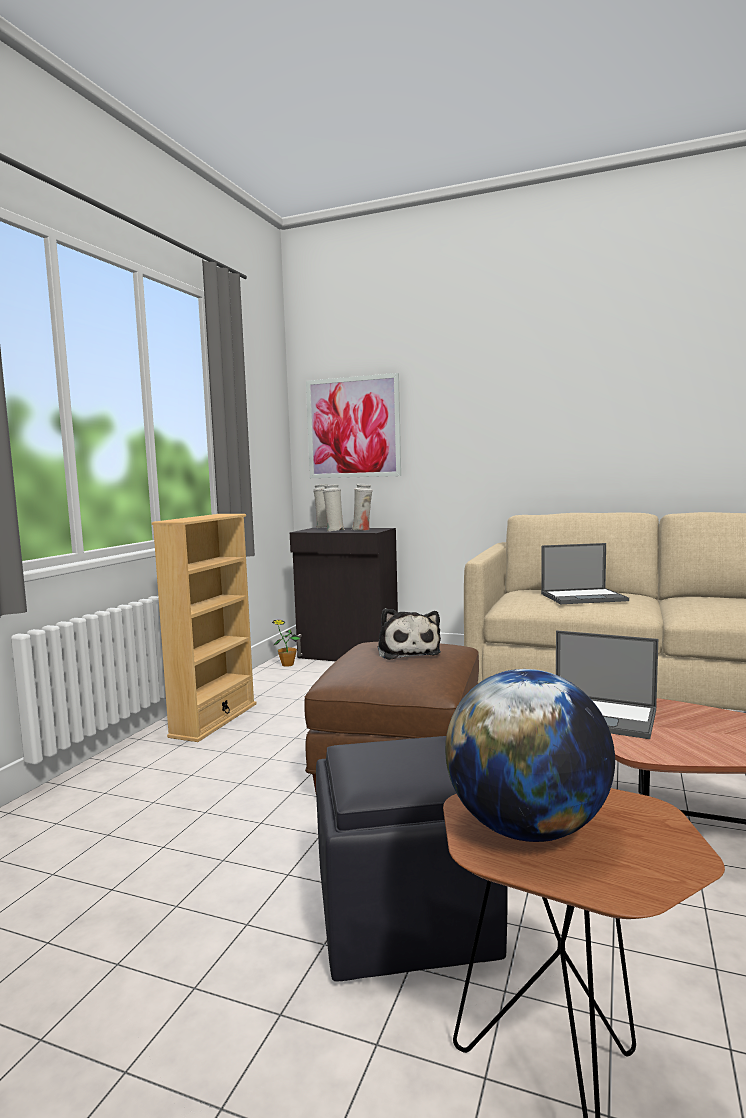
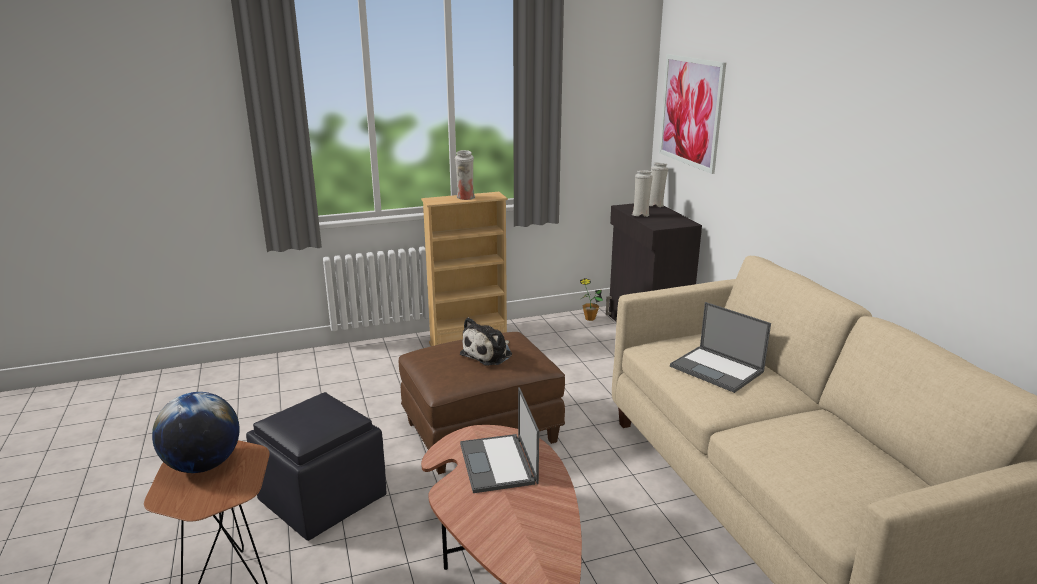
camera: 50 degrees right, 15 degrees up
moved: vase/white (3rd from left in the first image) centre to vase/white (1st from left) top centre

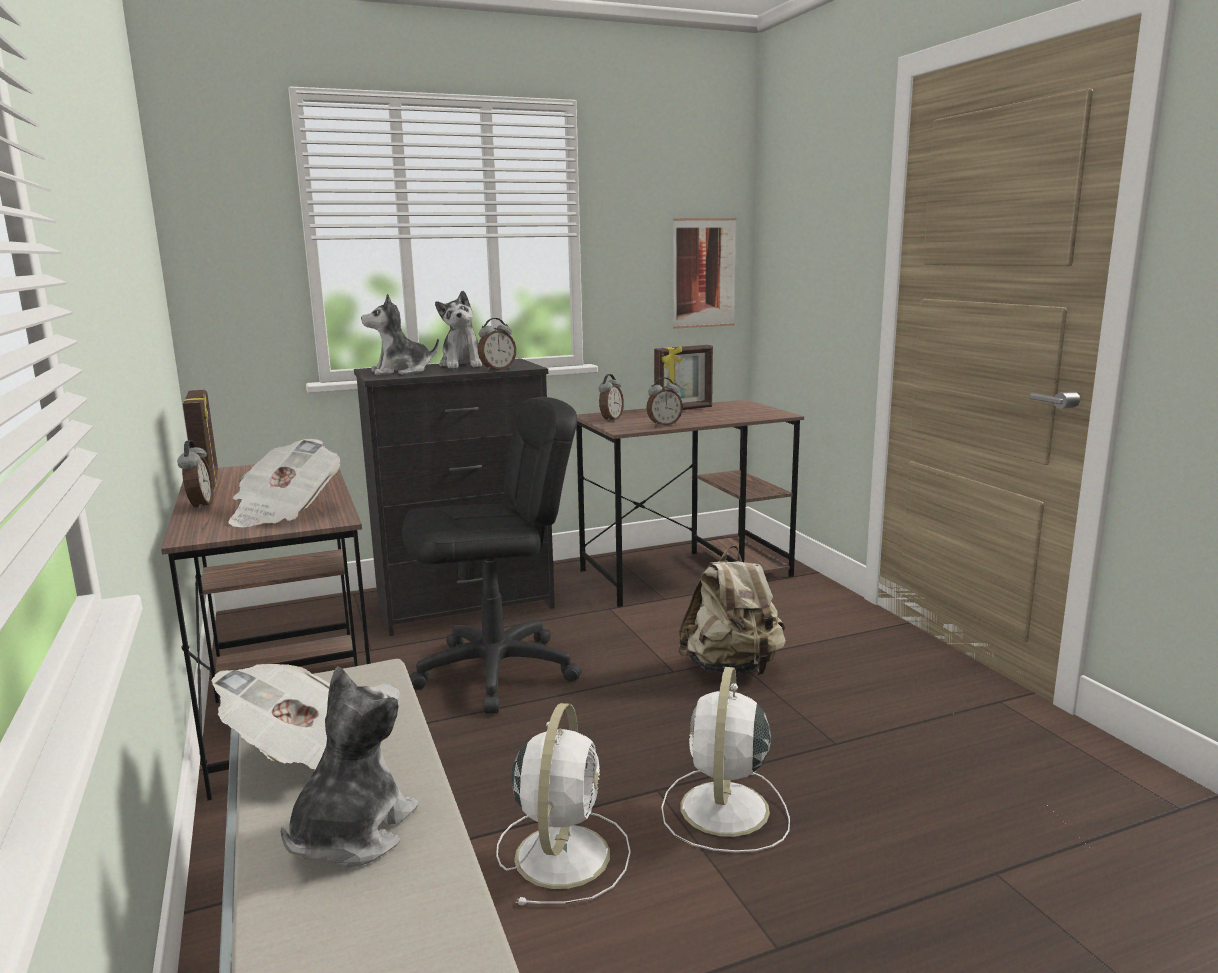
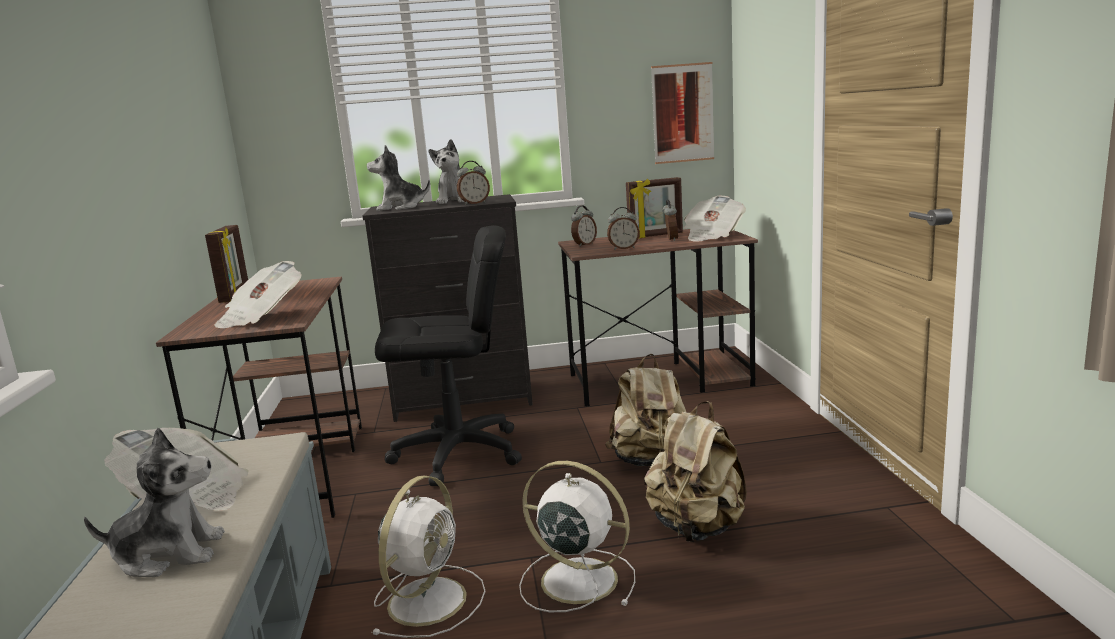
camera: 15 degrees right, 0 degrees up
added: backpack/beige (2nd from left) bottom centre; newspaper (3rd from left) centre
moved: alarm clock (1st from left in the first image) middle left to alarm clock (4th from left) centre
turned: plush toy (1st from left) bottom left = bottom left 45 degrees clockwise; fan/white (2nd from left) bottom centre = bottom centre 90 degrees clockwise

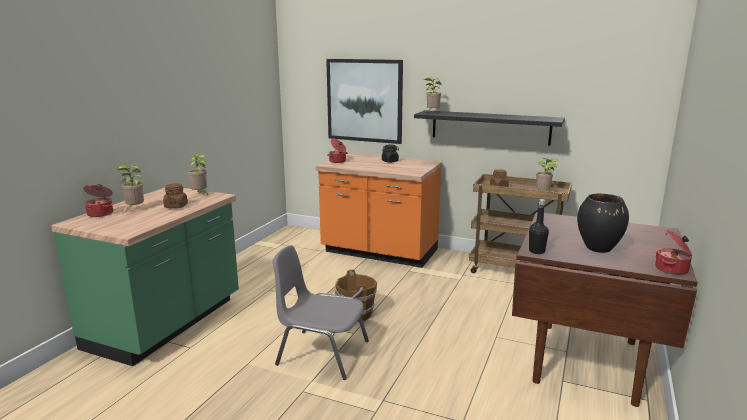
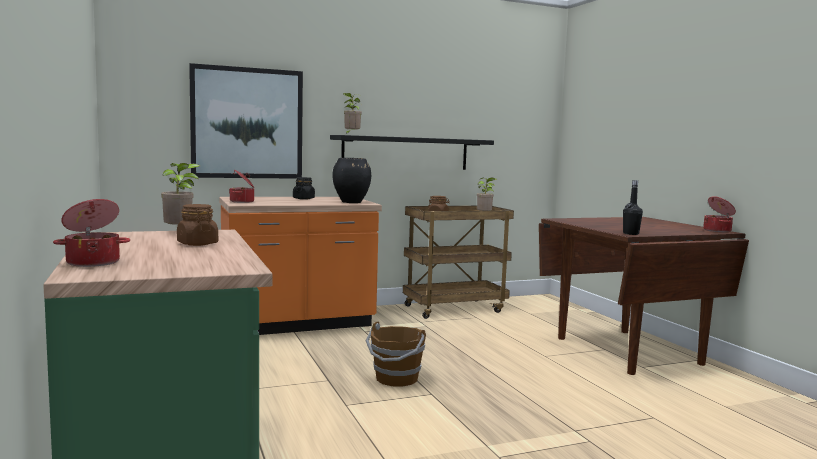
camera: 45 degrees left, 10 degrees down
removed: potted plant (1st from left) middle left; chair/grey bottom centre
moved: vase/black middle right to centre

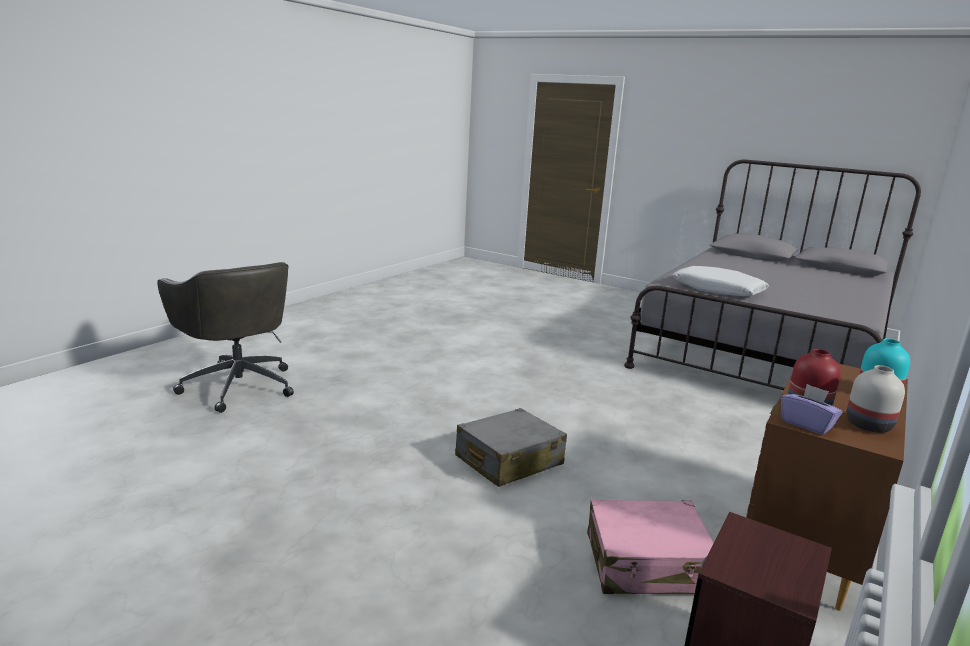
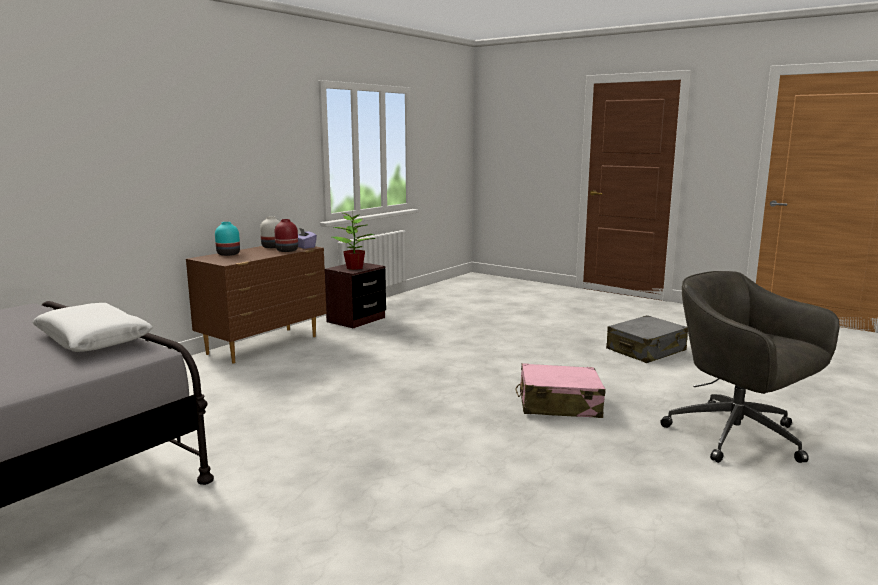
camera: 175 degrees left, 5 degrees down
added: potted plant centre
moved: suitcase/pink bottom right to bottom centre; suitcase/grey bottom centre to middle right

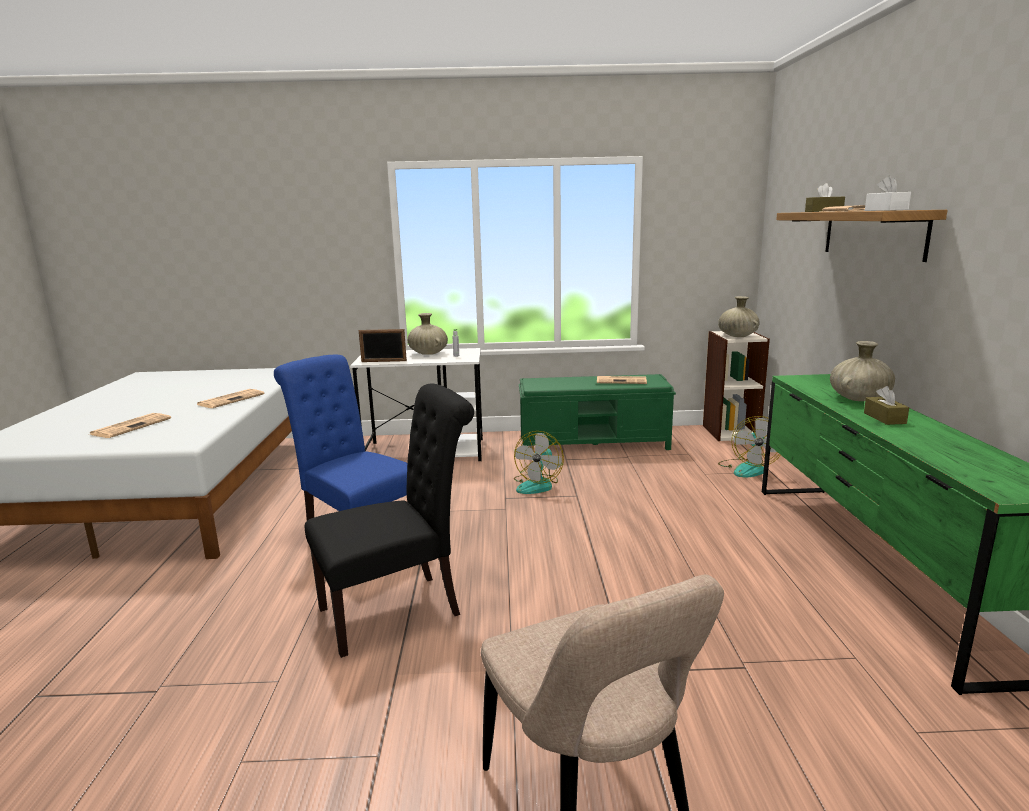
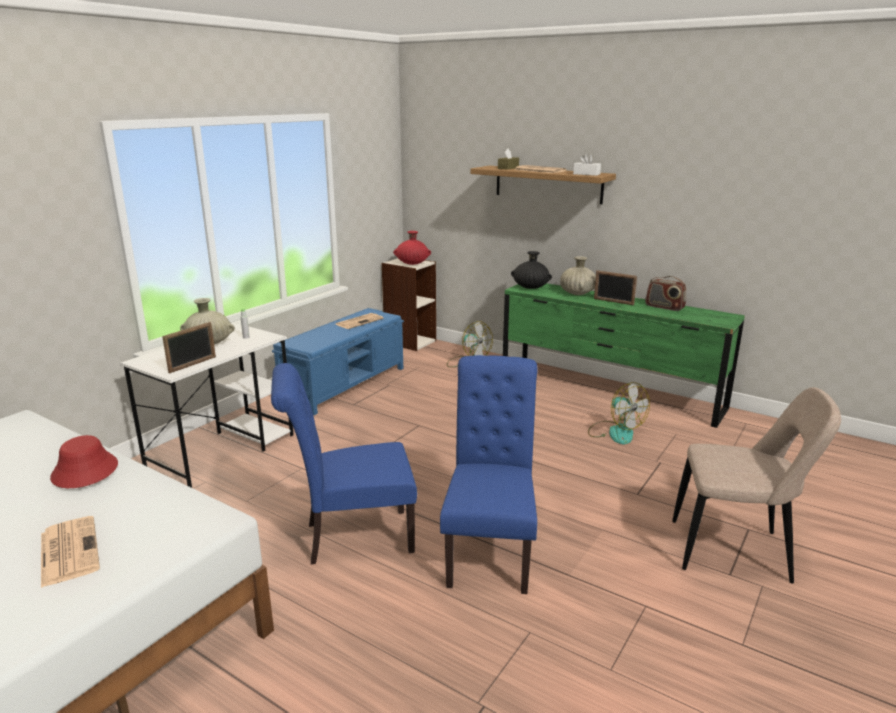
camera: 55 degrees left, 5 degrees up
added: vase/black centre; radio middle right
moved: fan (1st from left in the first image) centre to fan (2nd from left) middle right
replaced: newspaper (2nd from left) middle left to hat/red middle left; tissue box/brown (2nd from left) middle right to picture frame (2nd from left) middle right
recoloured: bench/green centre to bench/blue centre; vase/beige (2nd from left) middle right to vase/red centre; chair/black centre to chair/blue (2nd from left) centre

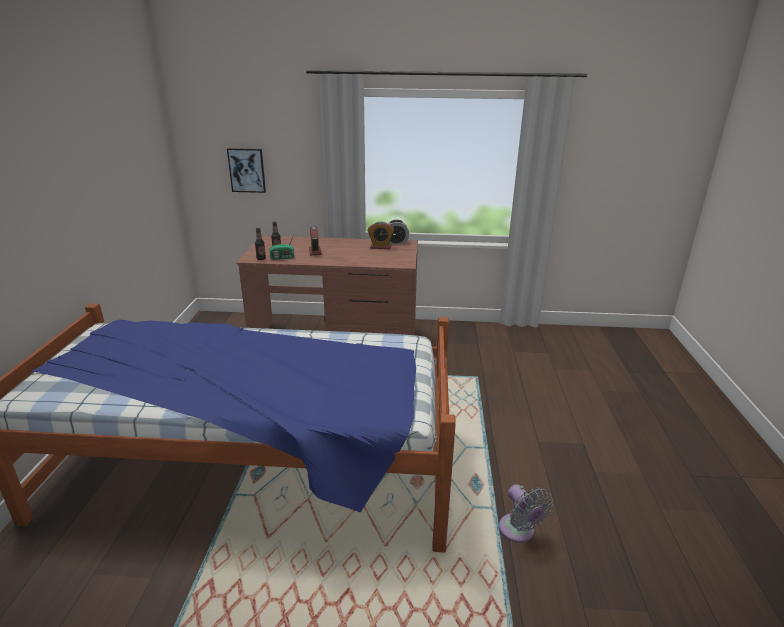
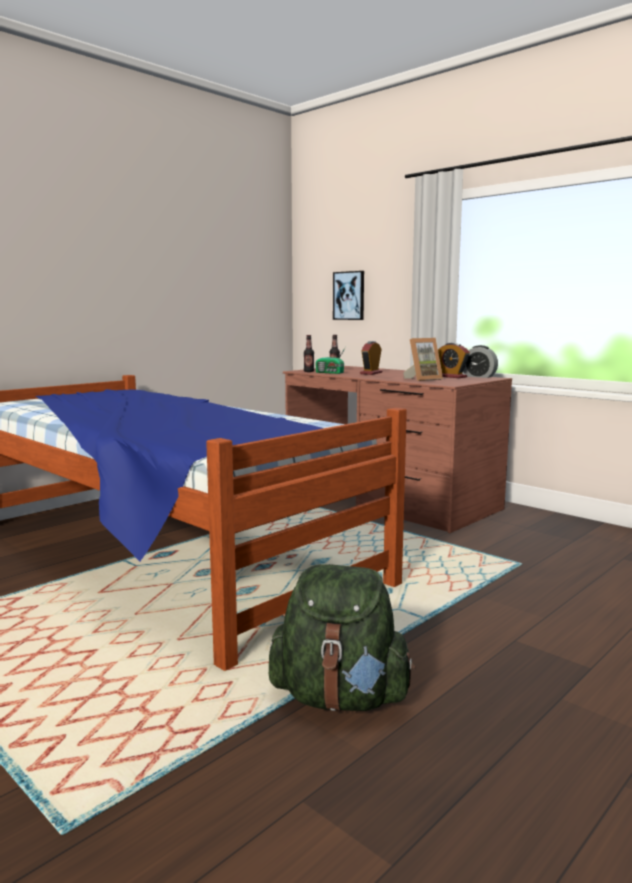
camera: 40 degrees right, 15 degrees down
added: picture frame middle right
replaced: fan/grey bottom right to backpack/green bottom centre

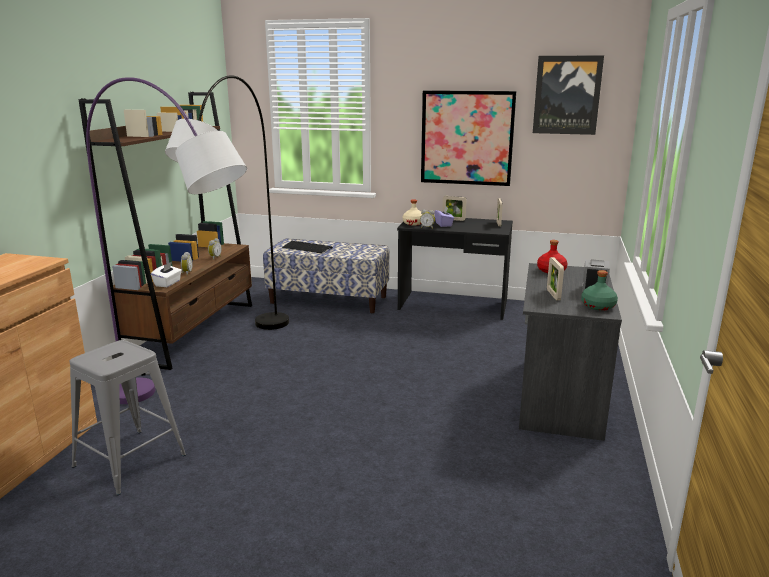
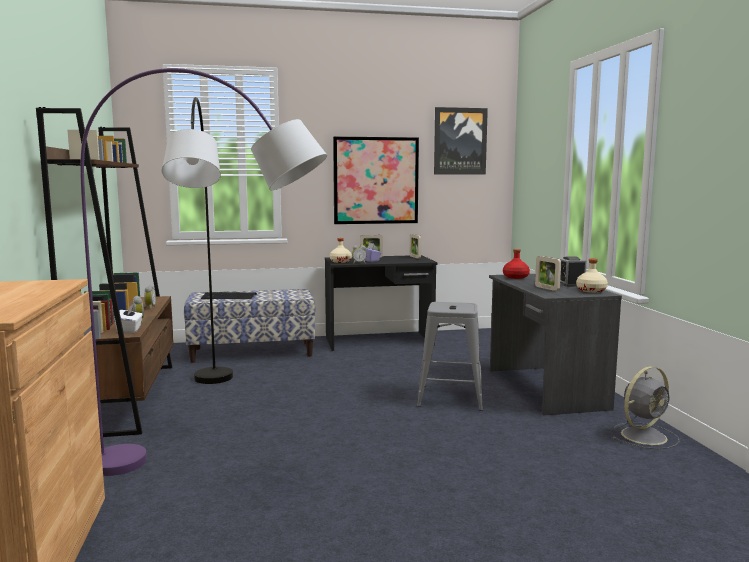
camera: 25 degrees left, 10 degrees down
added: fan/grey bottom right
moved: stool/grey bottom left to centre
recoloured: bottle/green middle right to bottle/beige (2nd from left) middle right

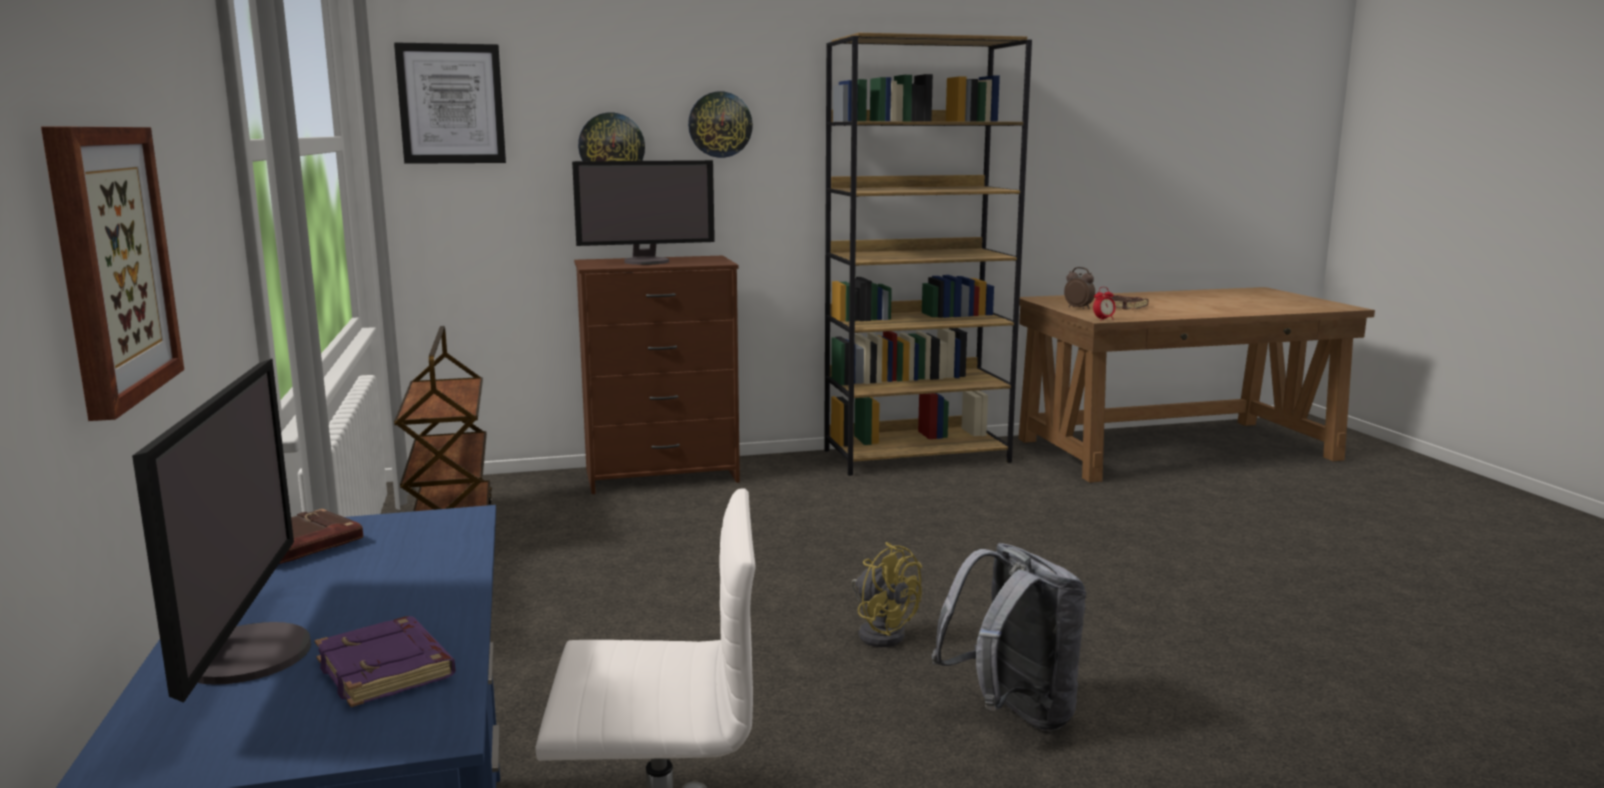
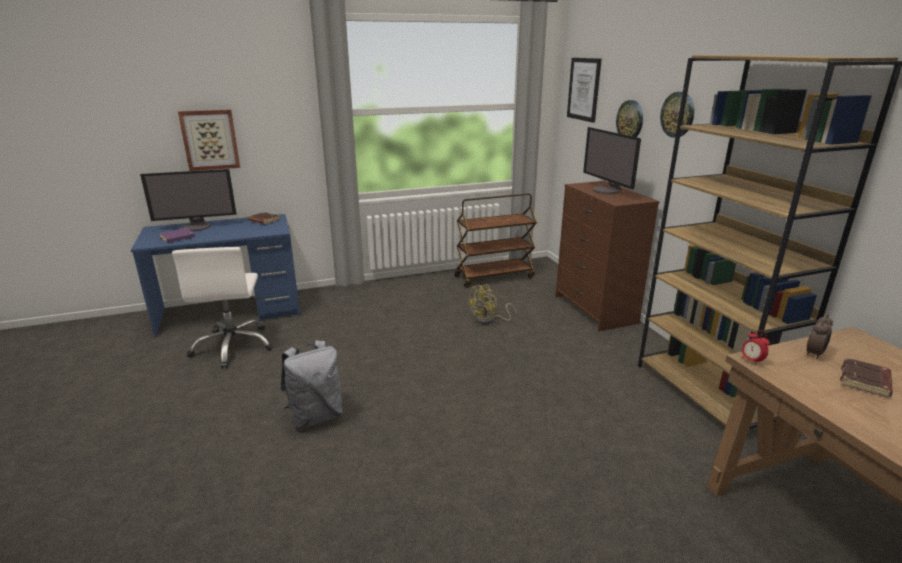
camera: 85 degrees right, 10 degrees up
moved: fan/yellow bottom centre to centre

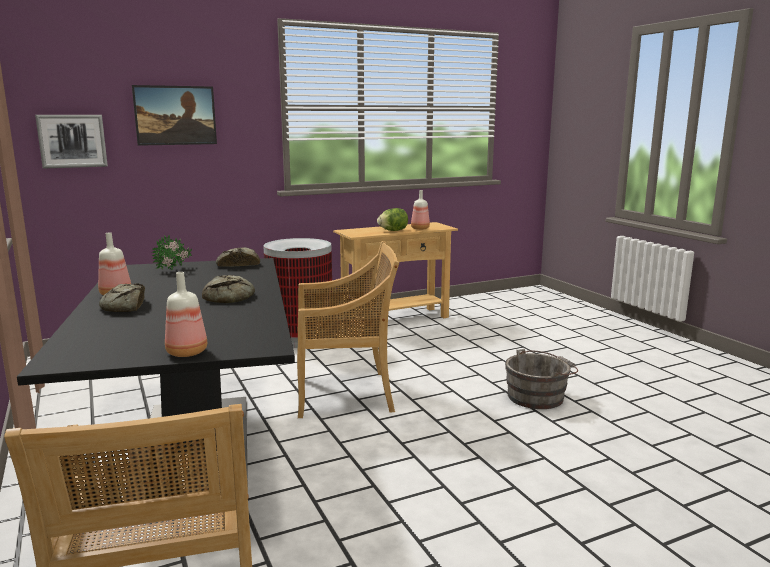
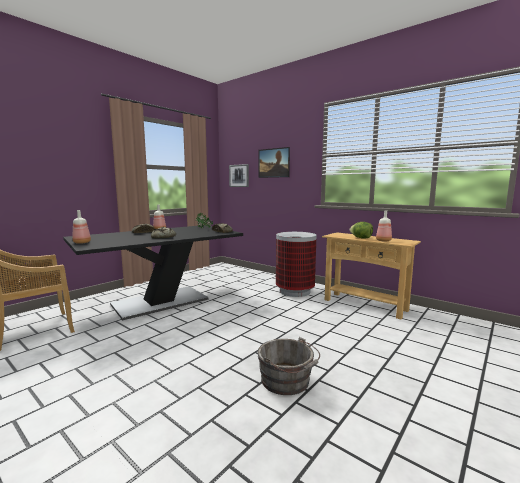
camera: 65 degrees right, 5 degrees down
removed: chair/beige (2nd from left) centre

